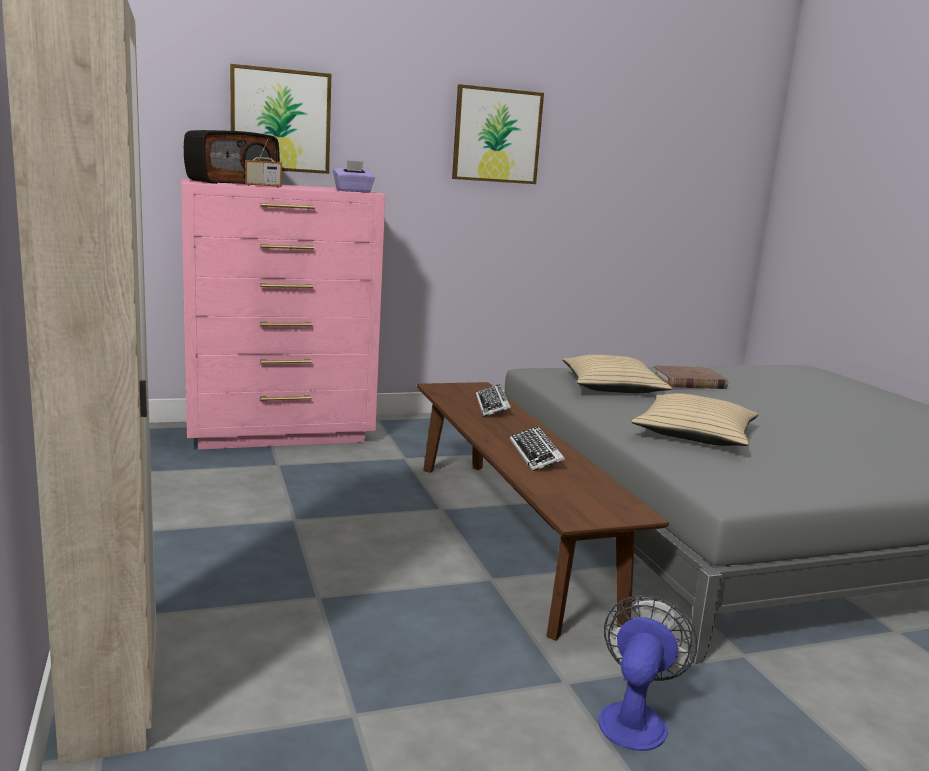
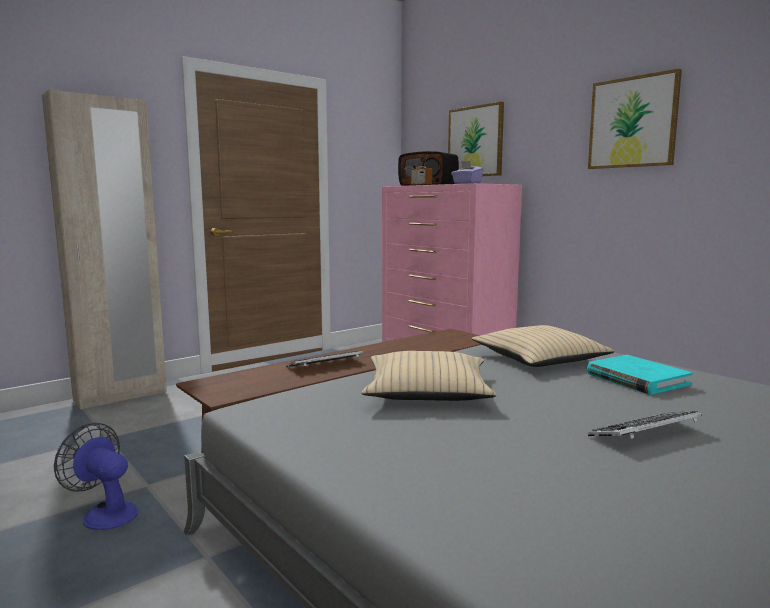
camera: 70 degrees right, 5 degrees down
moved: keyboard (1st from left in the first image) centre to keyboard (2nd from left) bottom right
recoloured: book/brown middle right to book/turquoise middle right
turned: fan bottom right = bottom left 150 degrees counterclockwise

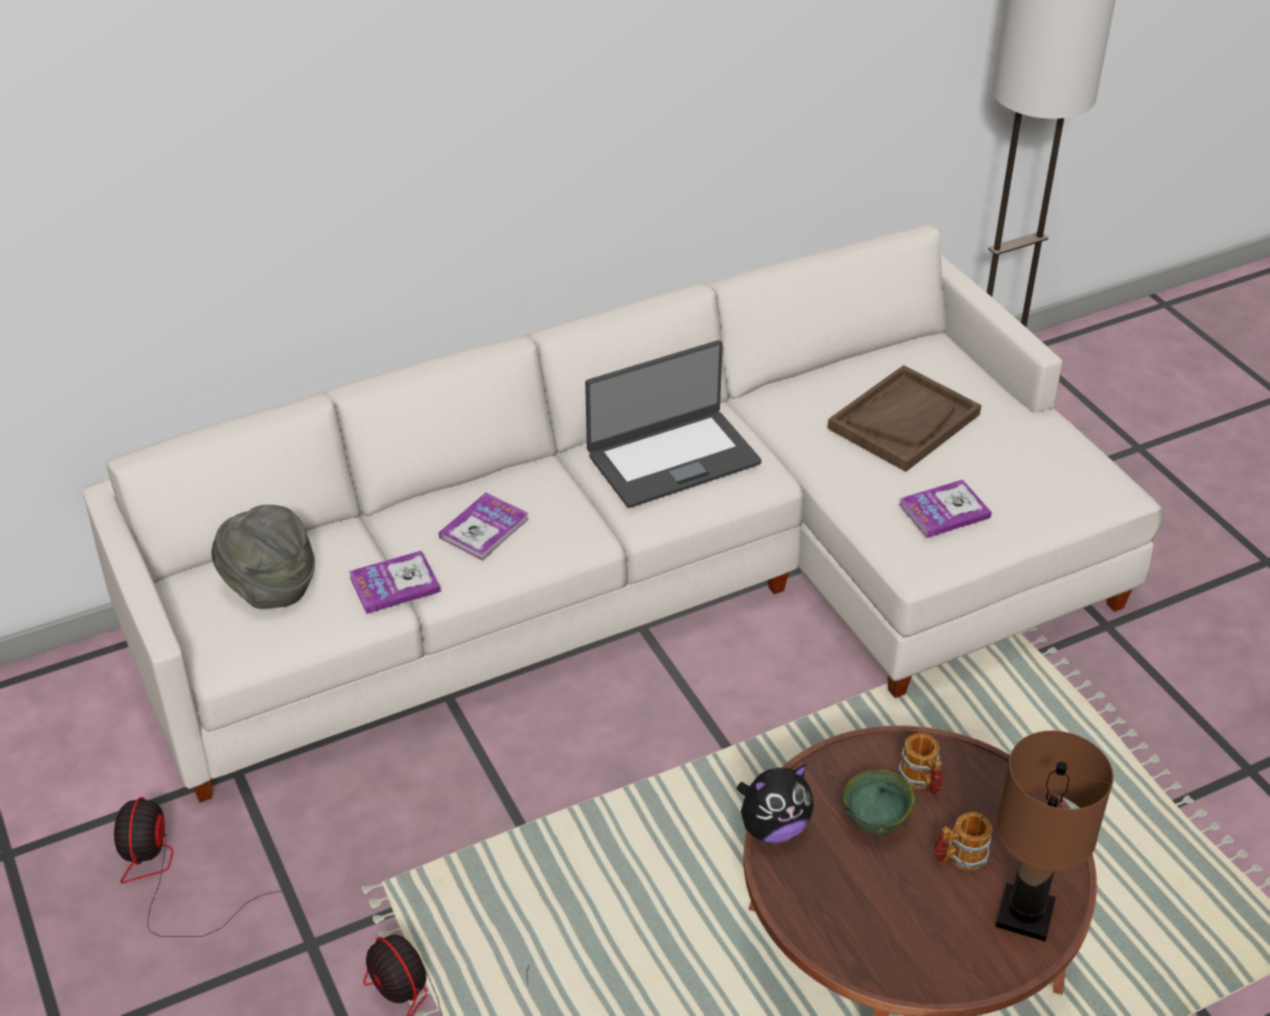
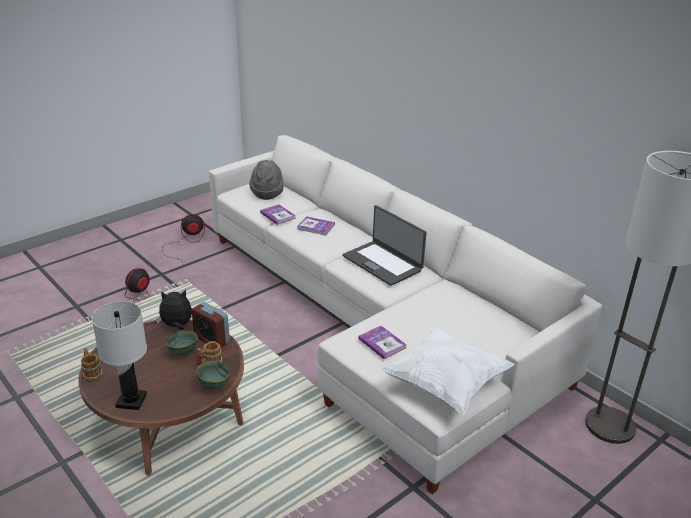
camera: 75 degrees right, 10 degrees down
removed: tray/brown middle right
added: alarm clock middle left; bowl/green (2nd from left) bottom left; pillow/white bottom centre
moved: mug (2nd from left in the first image) bottom right to mug (1st from left) bottom left
recoloured: table lamp/brown bottom right to table lamp/white bottom left
turned: plush toy bottom centre = middle left 120 degrees clockwise

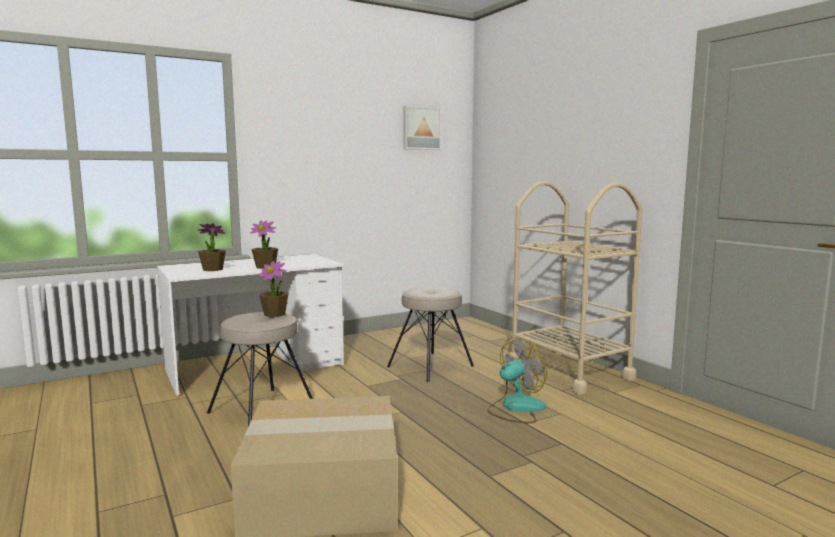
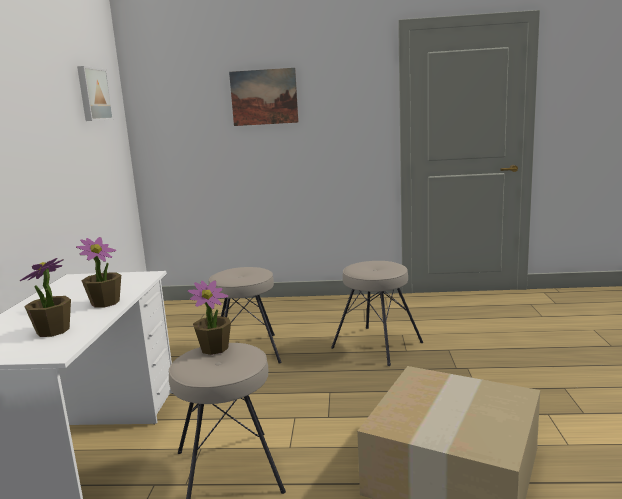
camera: 55 degrees left, 5 degrees up
removed: cart/beige middle right
added: picture (2nd from left) top centre
replaced: fan bottom centre to stool/beige (3rd from left) centre

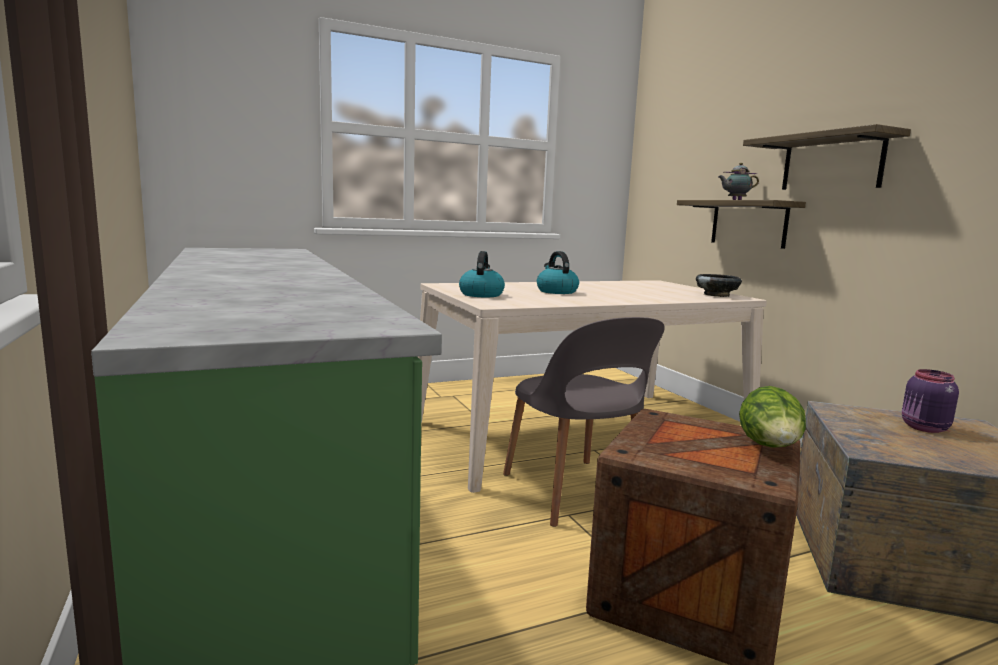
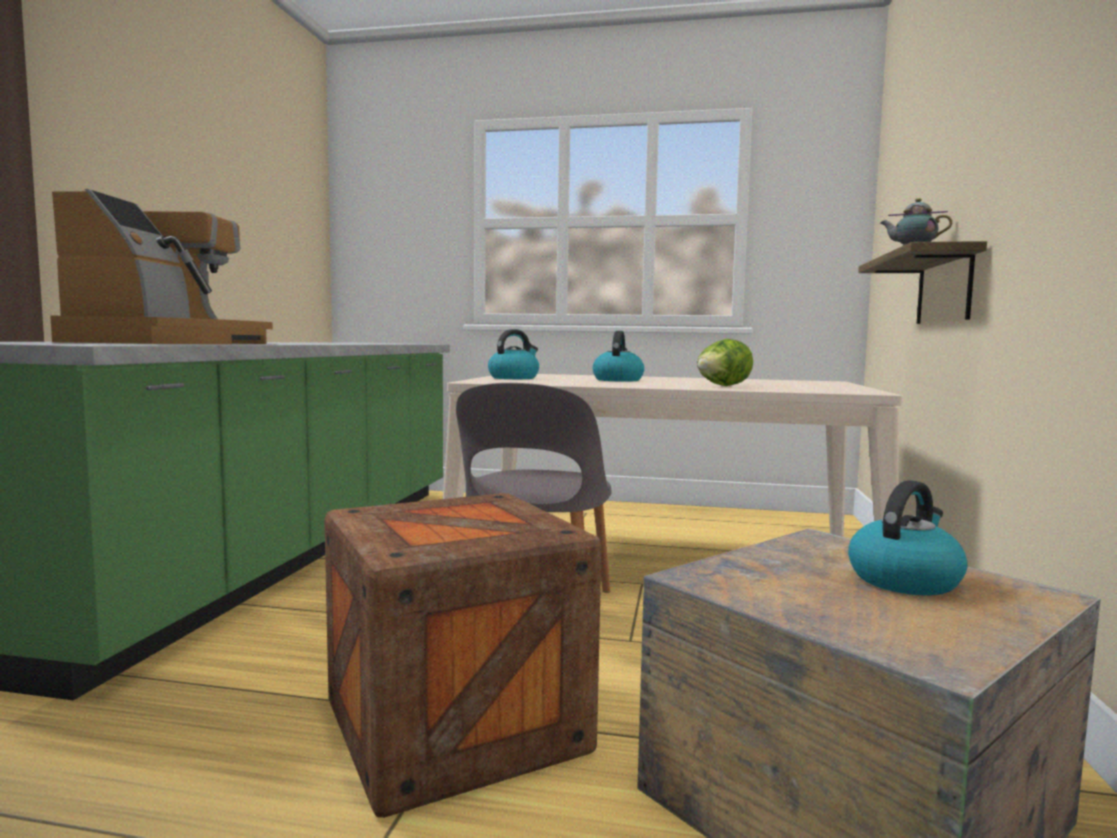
camera: 35 degrees right, 5 degrees down
removed: bowl/black middle right; shelf (2nd from left) top right
added: coffee machine top left
moved: lettuce middle right to centre
replaced: jar/purple middle right to kettle (3rd from left) middle right

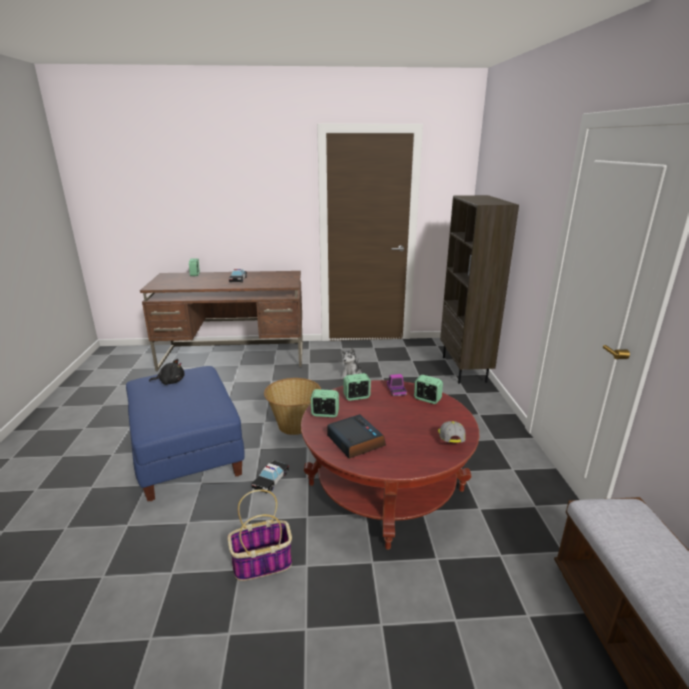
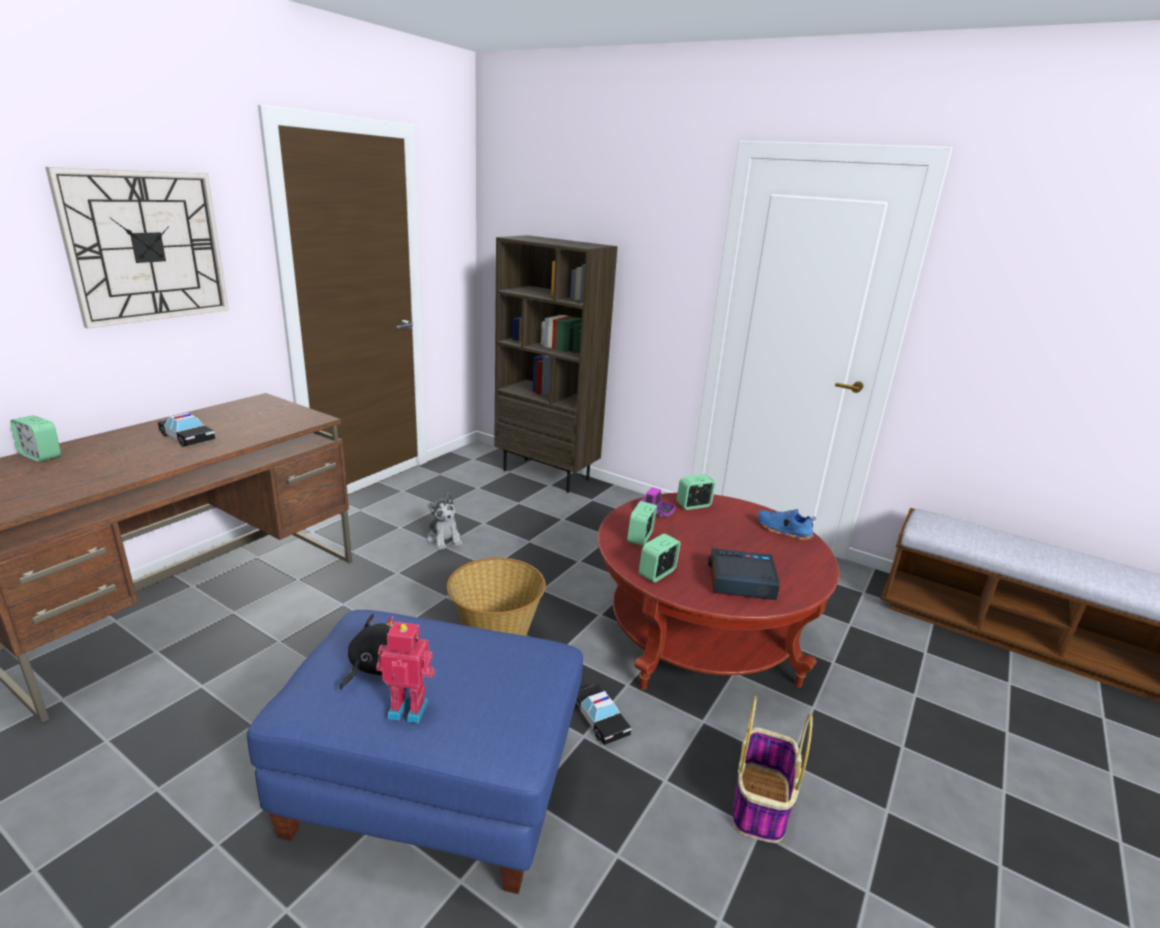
camera: 55 degrees left, 0 degrees up
added: wall clock top left; toy robot bottom centre
replaced: cap centre to shoe/blue middle right

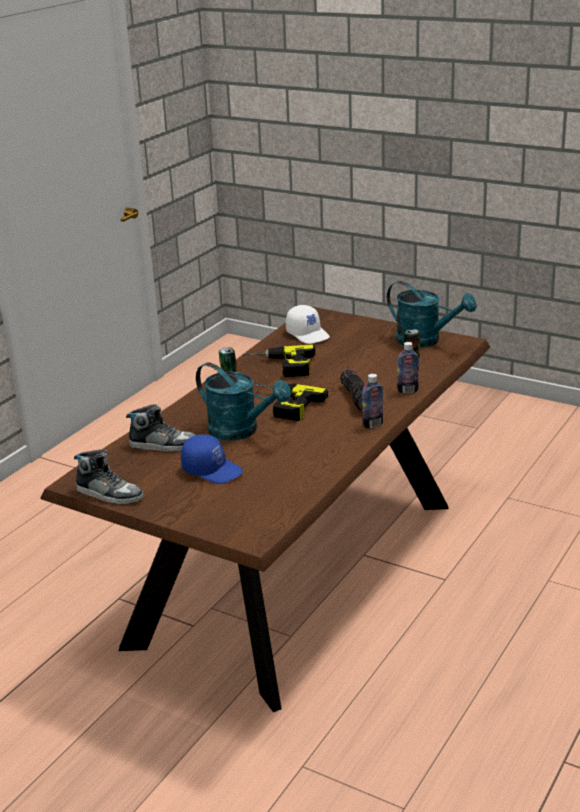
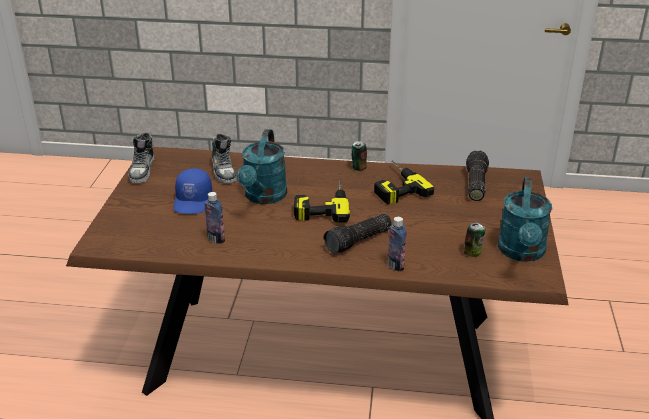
camera: 65 degrees right, 5 degrees up
moved: bottle (1st from left) centre to middle left
replaced: cap/white centre to flashlight (2nd from left) middle right

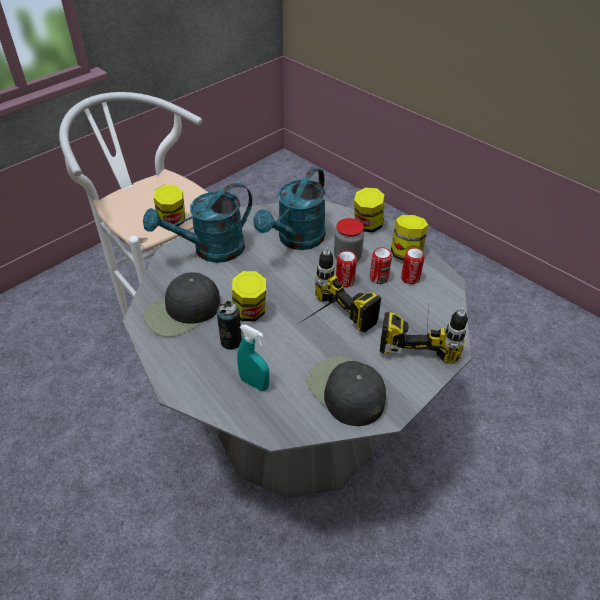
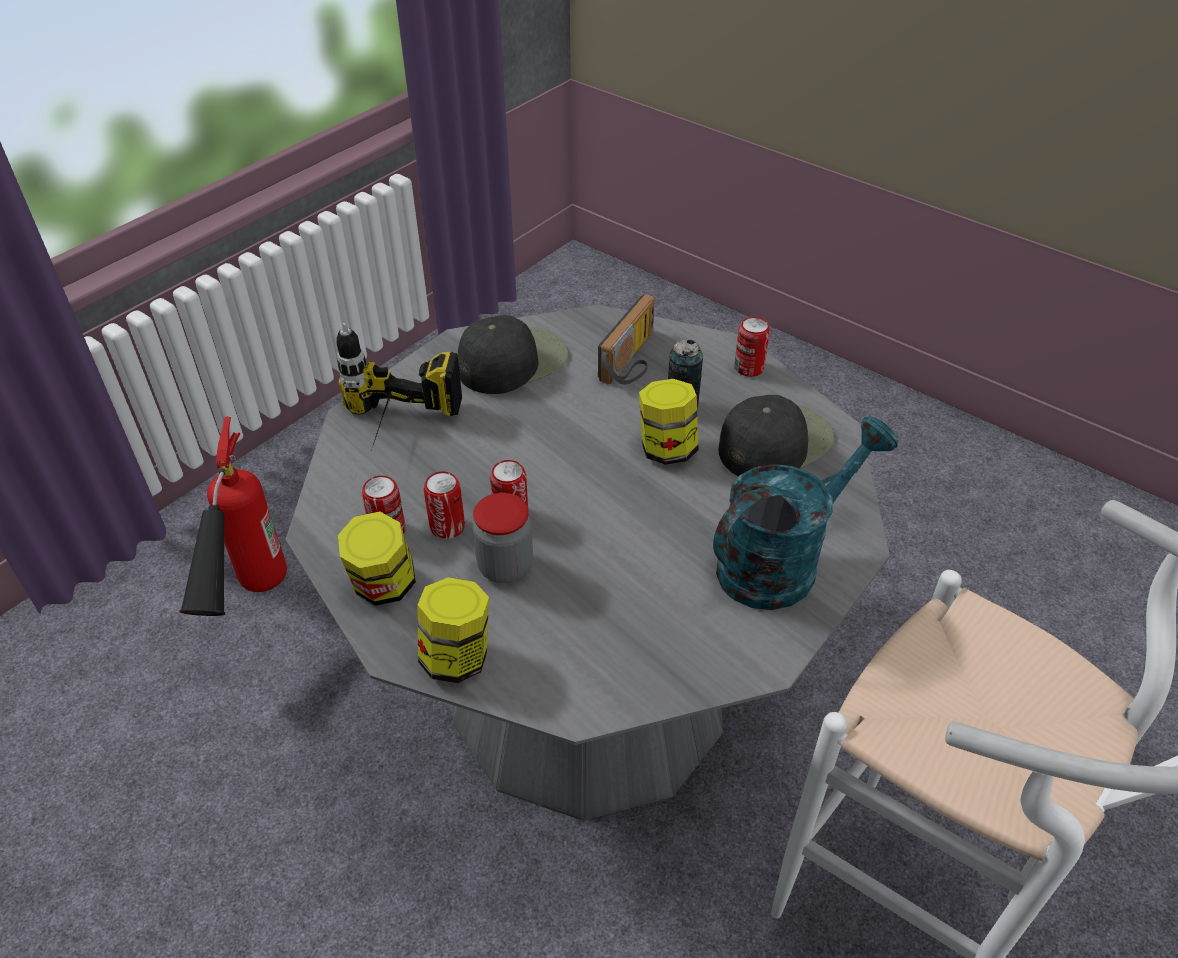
camera: 175 degrees right, 0 degrees up
removed: jar (1st from left) middle left; watering can/turquoise (2nd from left) centre; power drill (1st from left) centre
added: fire extinguisher middle left; can (5th from left) centre
replaced: spray bottle/turquoise centre to radio centre
turned: cap/black (2nd from left in the first image) centre = centre 90 degrees counterclockwise

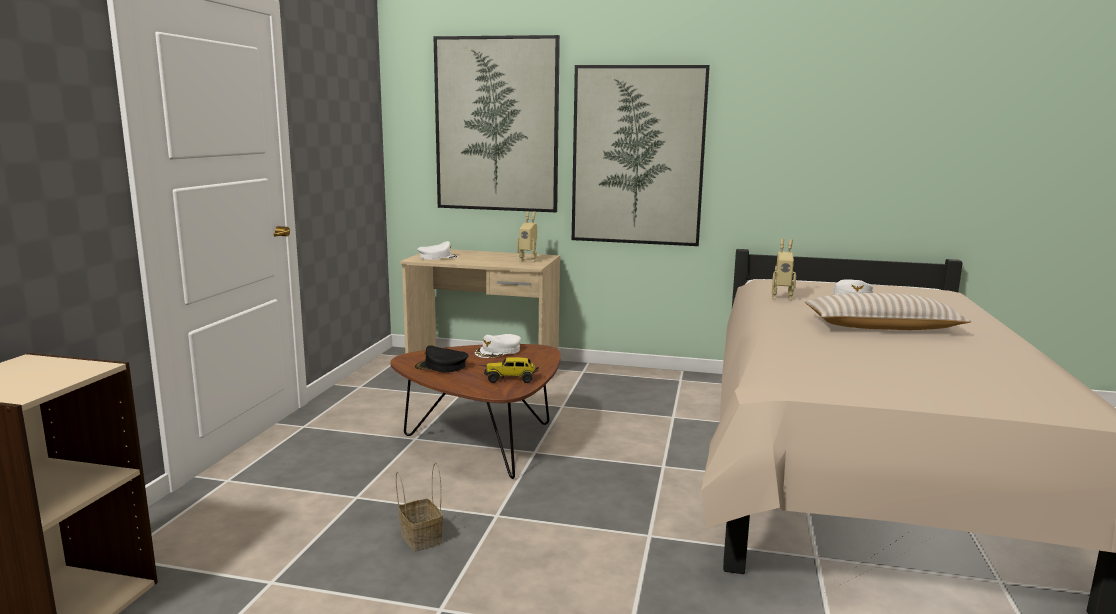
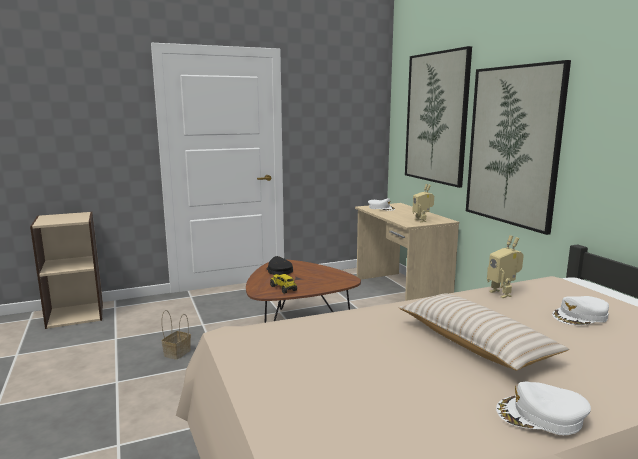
camera: 55 degrees right, 0 degrees up
moved: cap/white (2nd from left) centre to bottom right

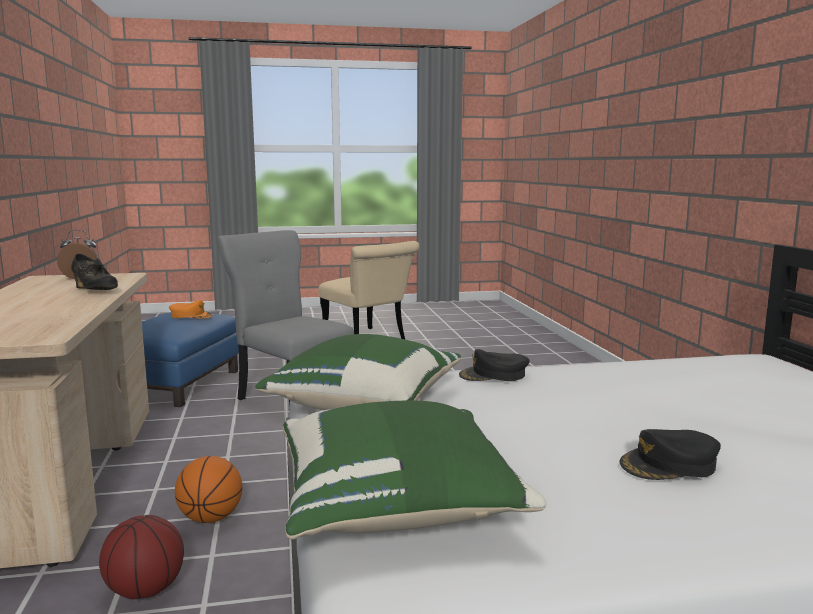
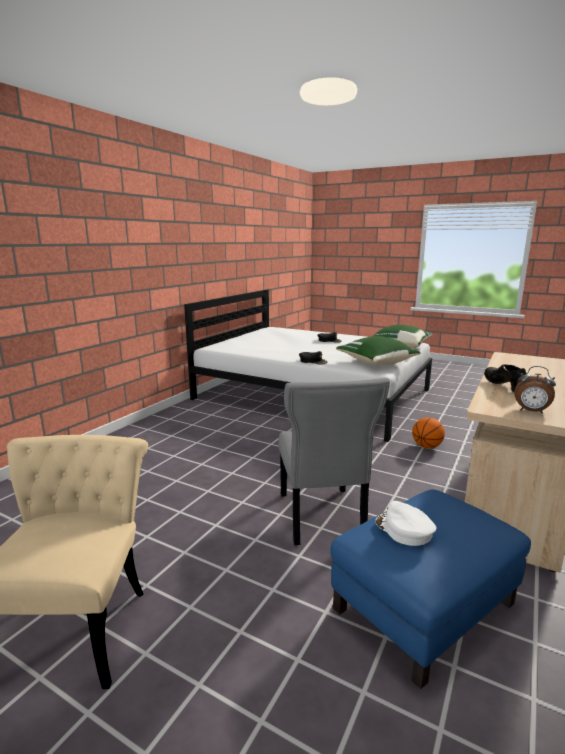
camera: 140 degrees left, 5 degrees up
removed: basketball (1st from left) bottom left
recoloured: cap/orange middle left to cap/white bottom right

